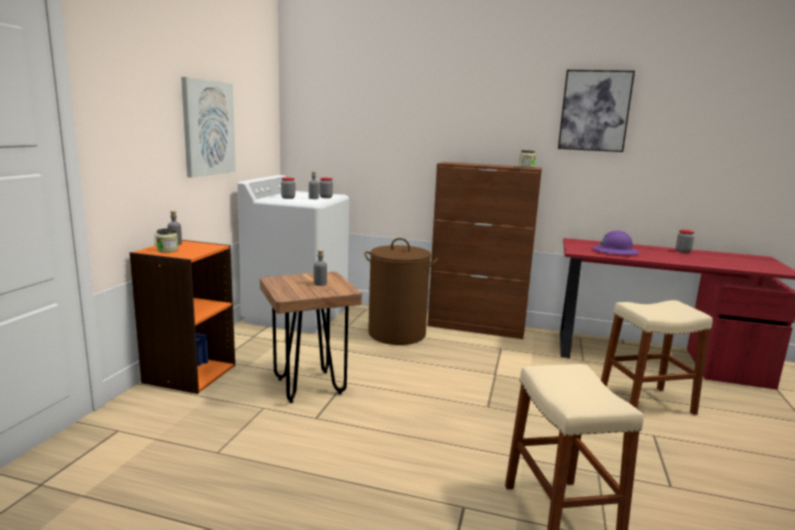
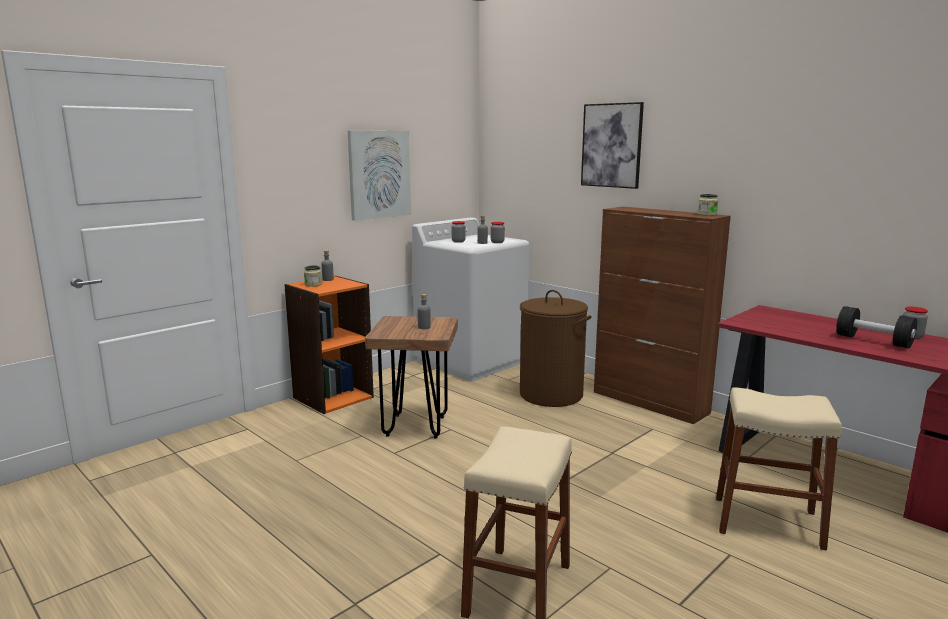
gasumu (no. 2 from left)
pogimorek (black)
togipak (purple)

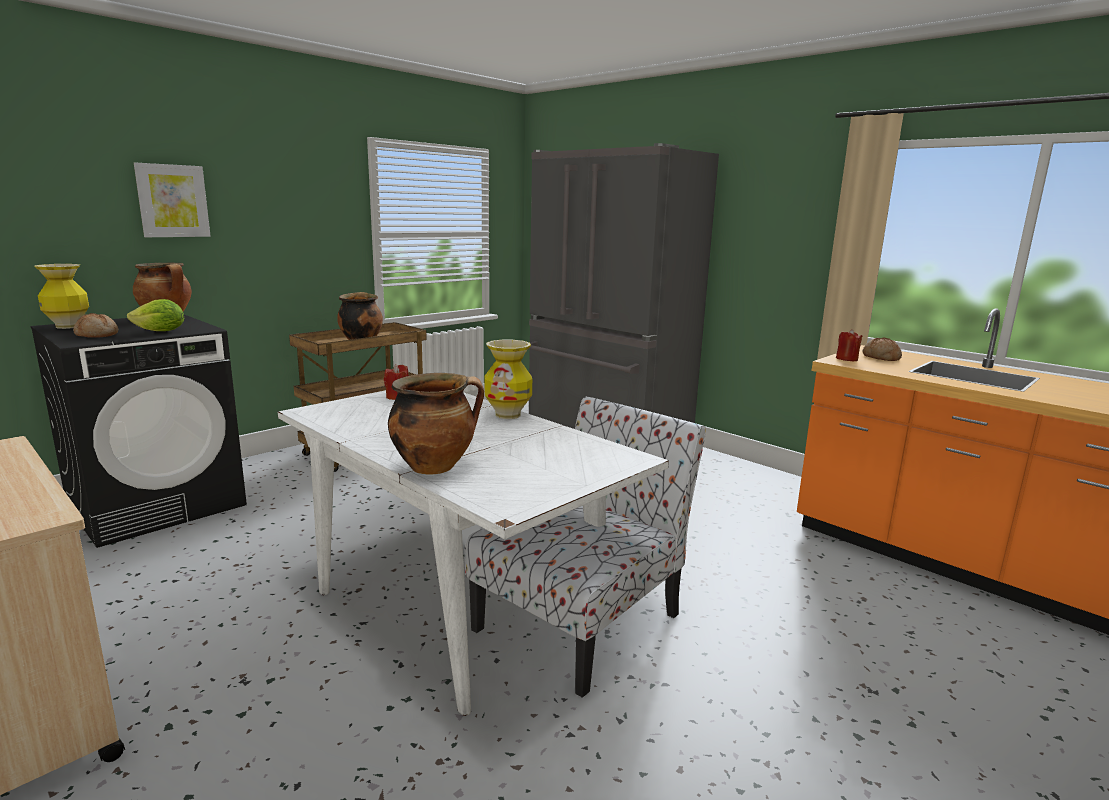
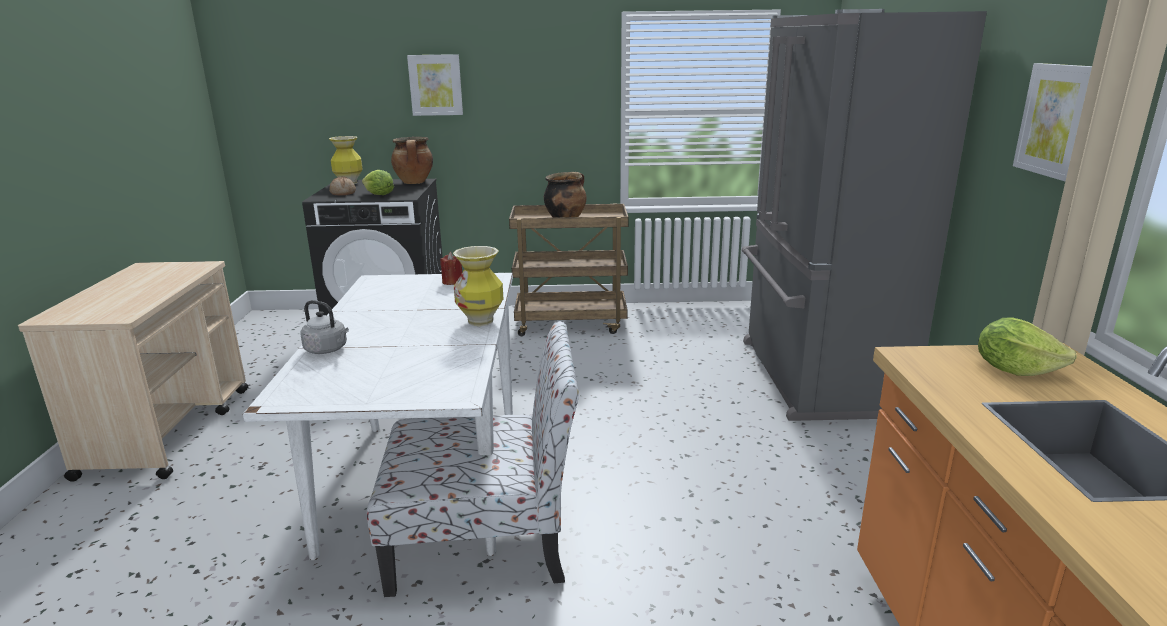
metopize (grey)
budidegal (no. 2 from left)
gasumu (no. 2 from left)
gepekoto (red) (no. 2 from left in the first image)

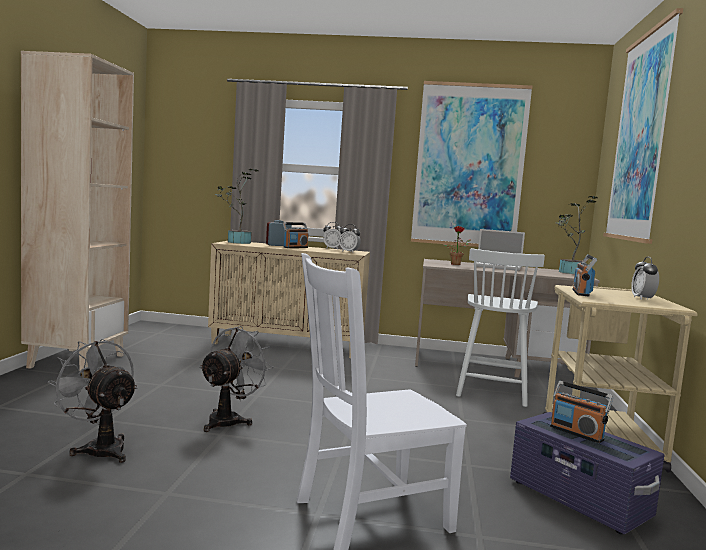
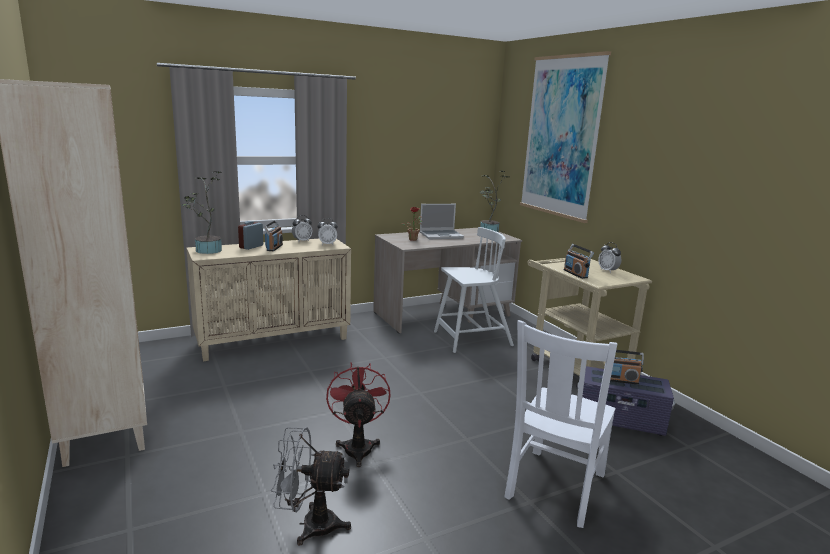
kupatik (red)
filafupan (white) (no. 1 from left)
gasumu (no. 1 from left in the first image)

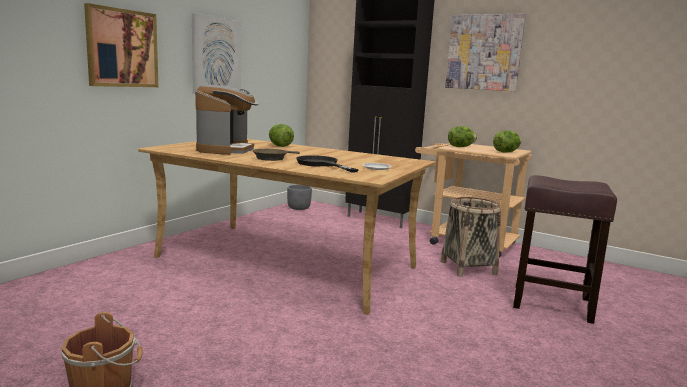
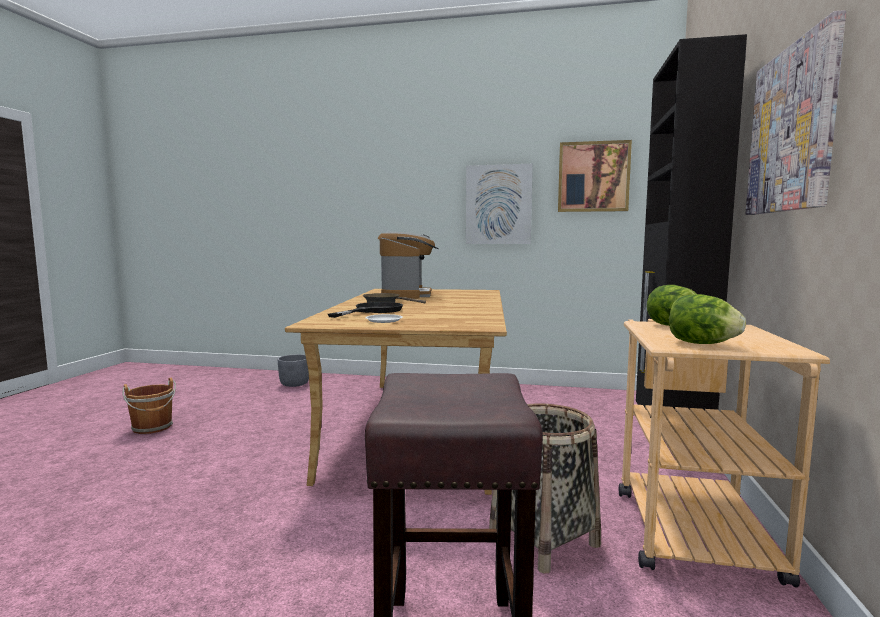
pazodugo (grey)
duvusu
gasumu (no. 2 from left)
budidegal (no. 1 from left in the first image)

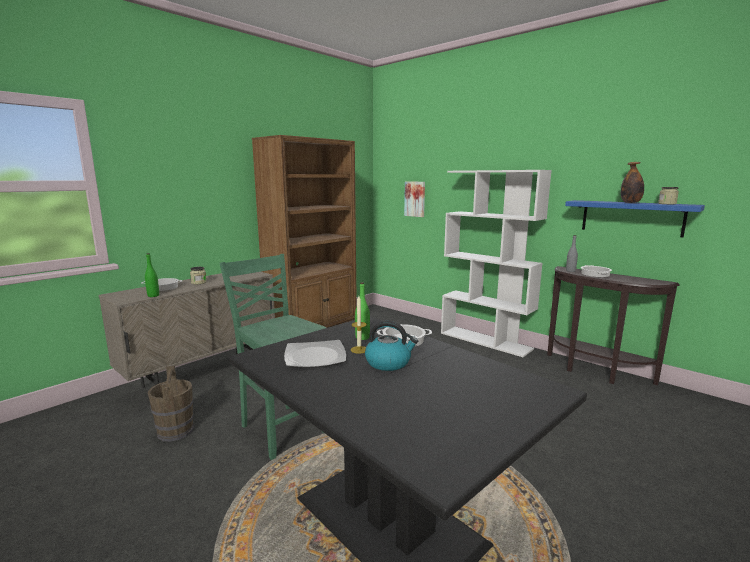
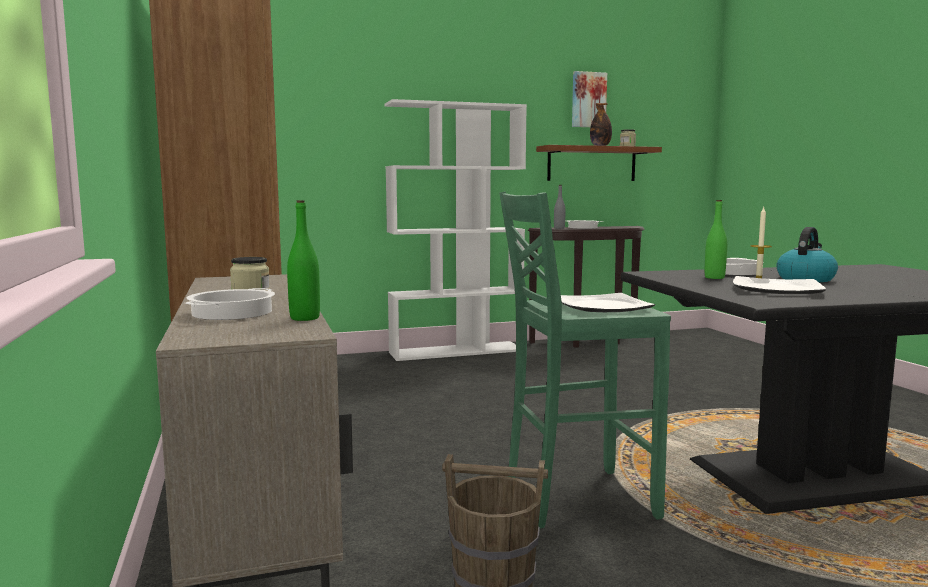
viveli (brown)
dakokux (no. 1 from left)
gasumu

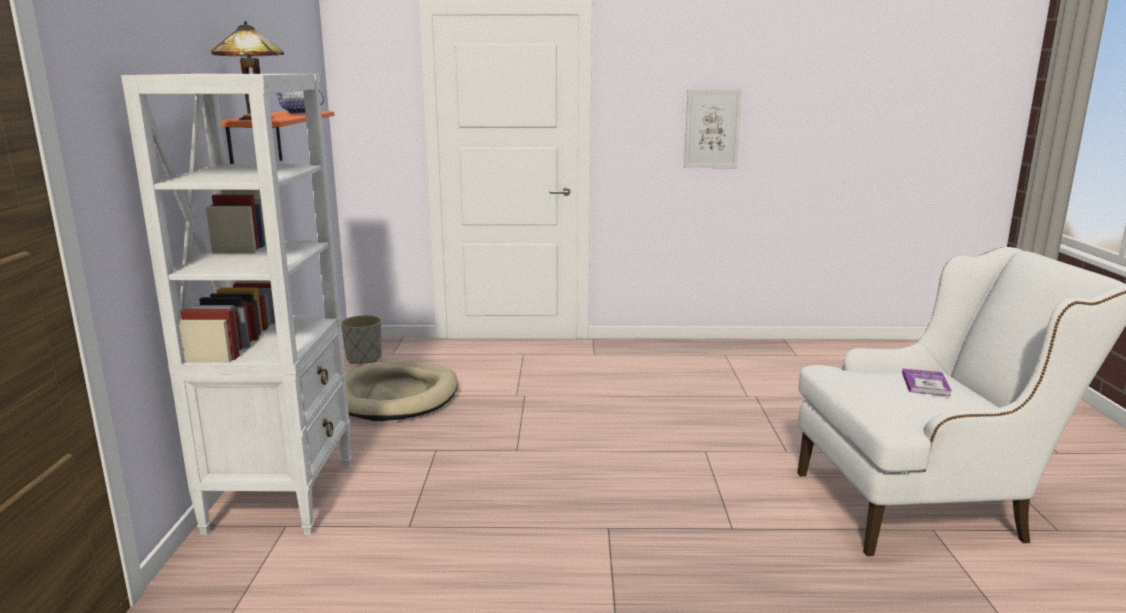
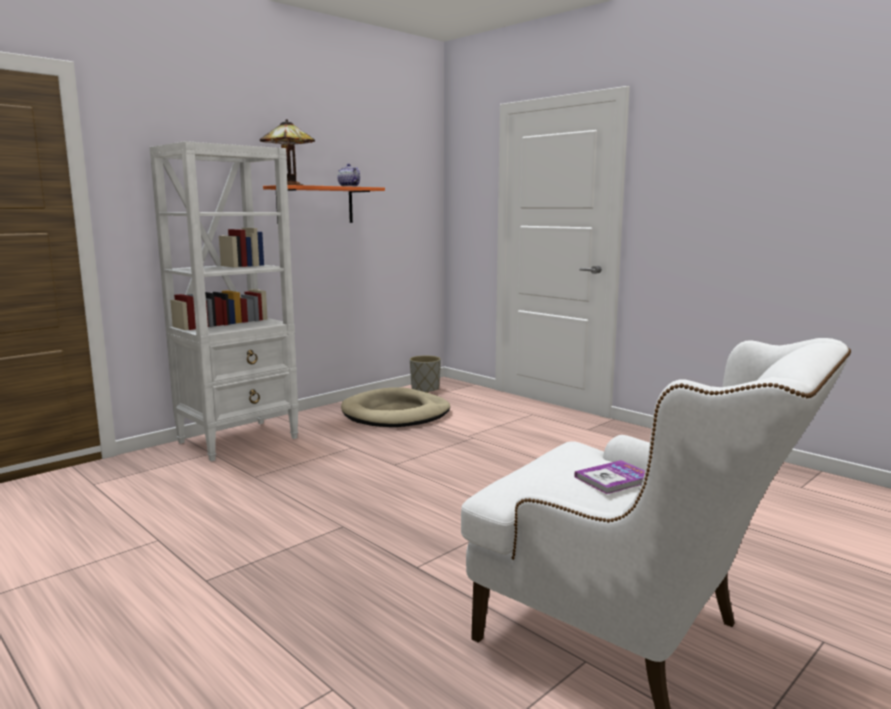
gasumu

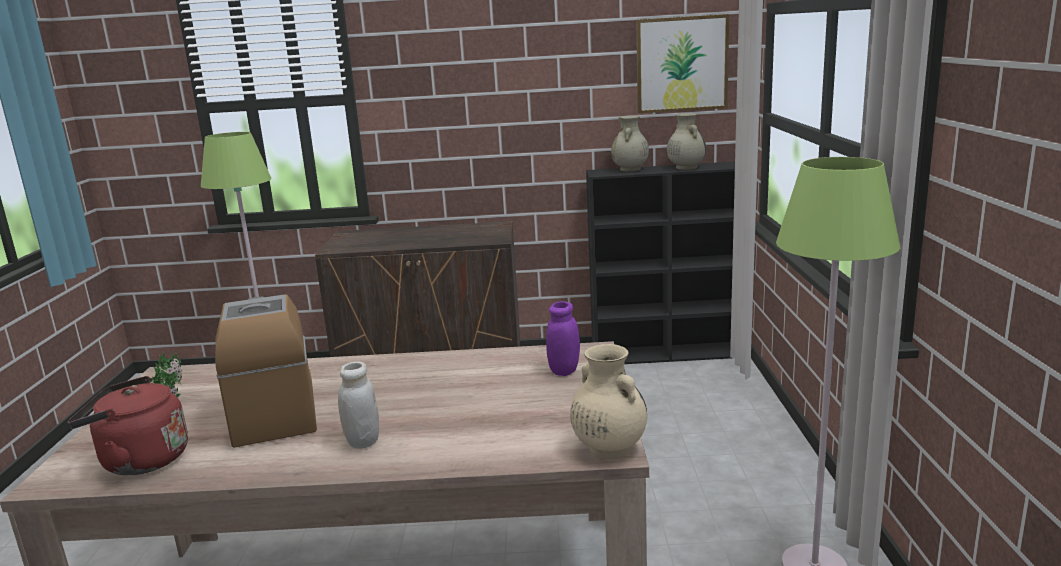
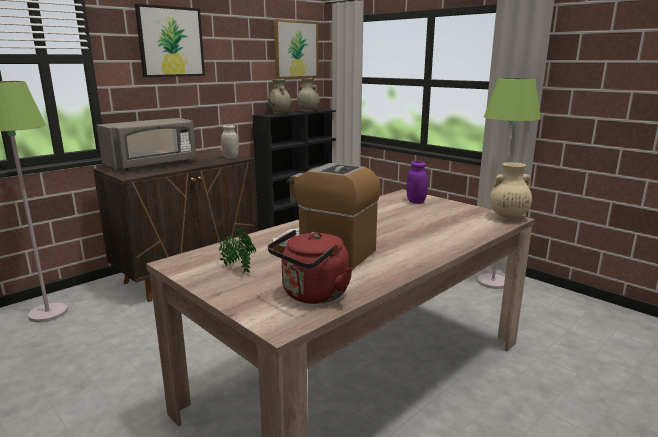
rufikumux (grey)
gasumu (no. 1 from left)
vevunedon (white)

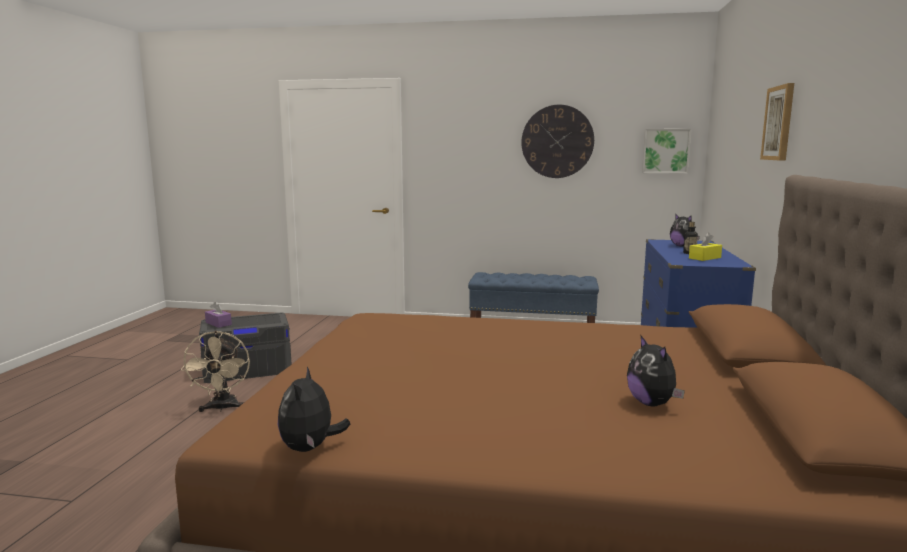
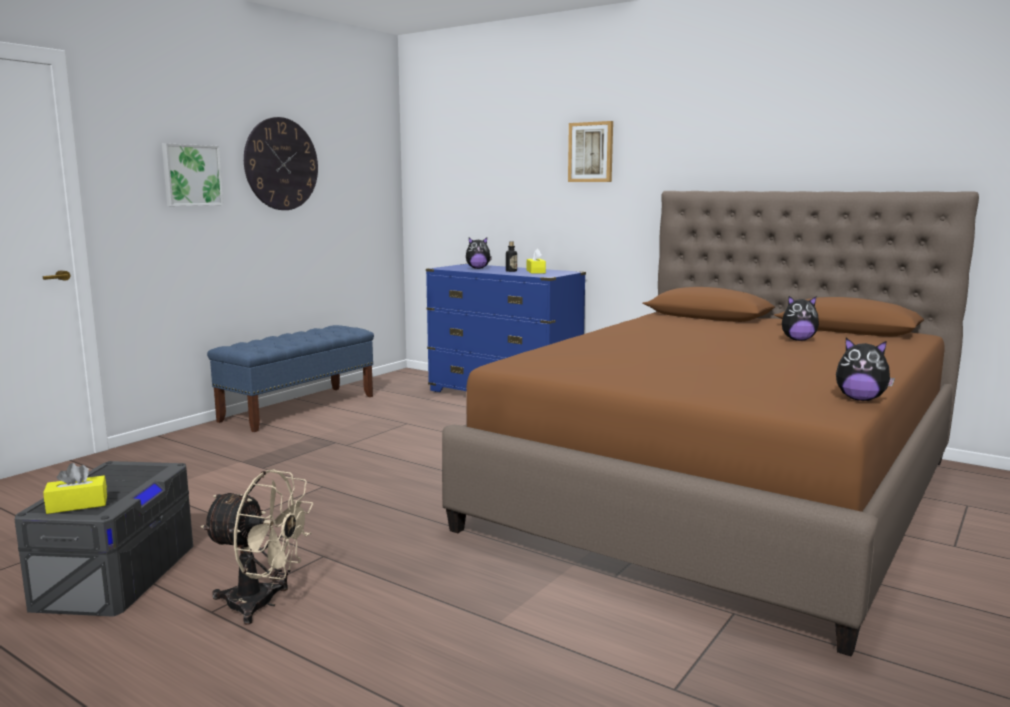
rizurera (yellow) (no. 1 from left)
gasumu (no. 1 from left)

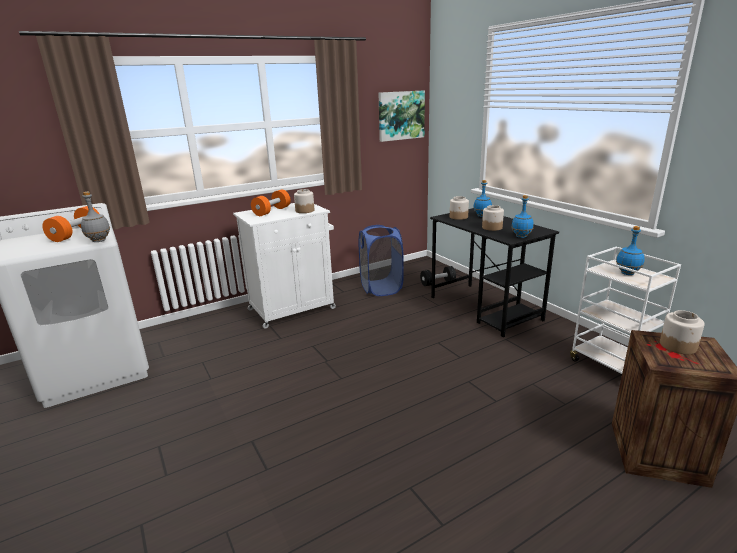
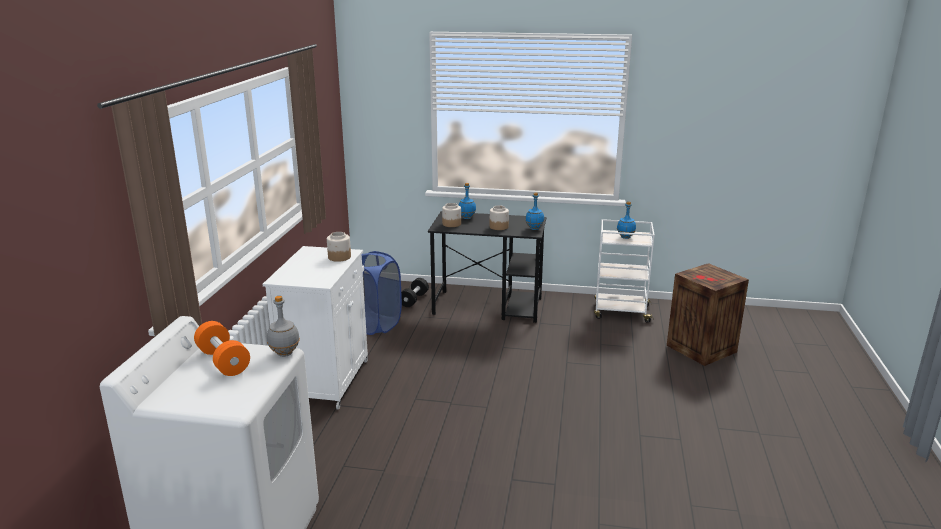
pogimorek (orange) (no. 2 from left in the first image)
gasumu
vevunedon (no. 4 from left in the first image)

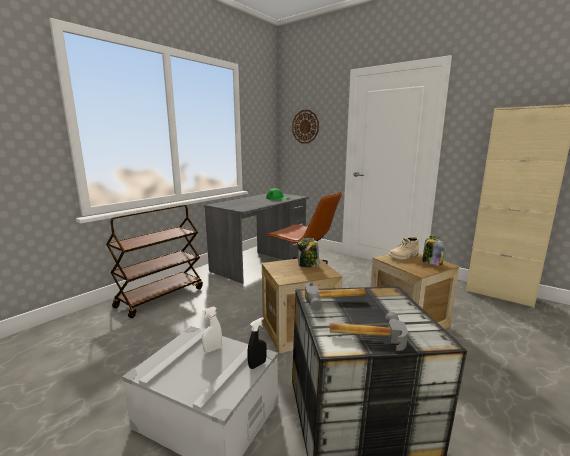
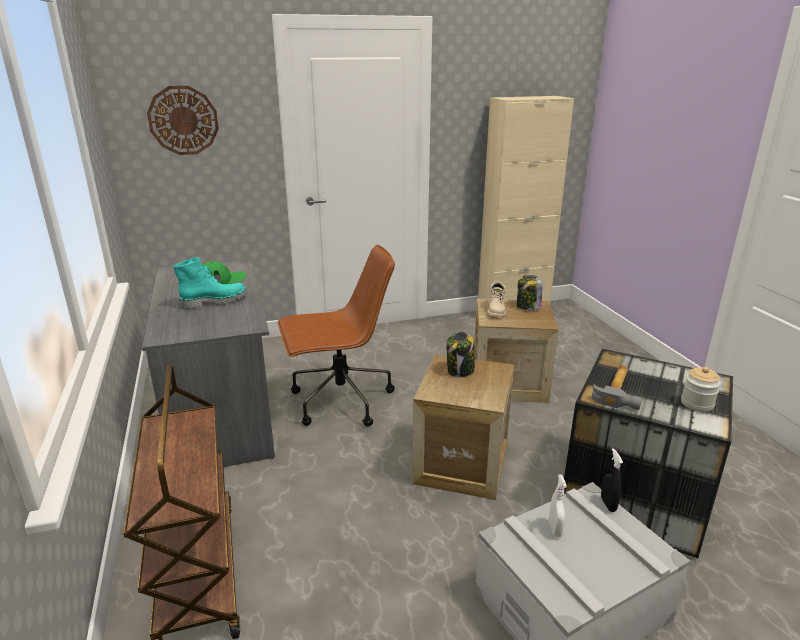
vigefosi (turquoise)
vevunedon (no. 3 from left)

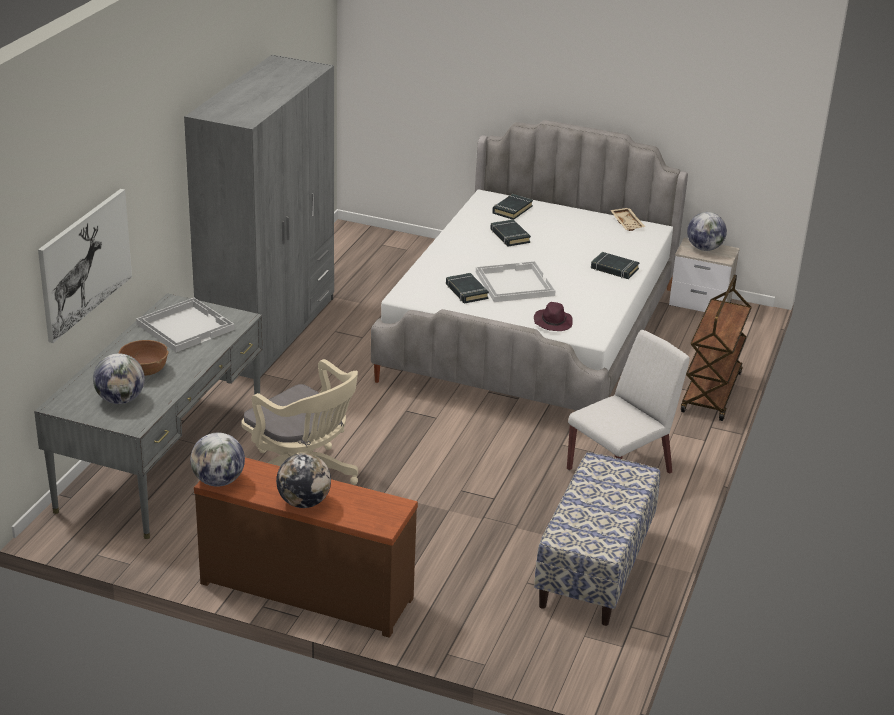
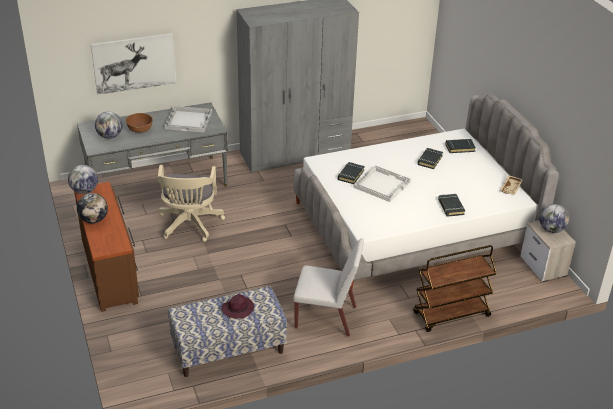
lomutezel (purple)

